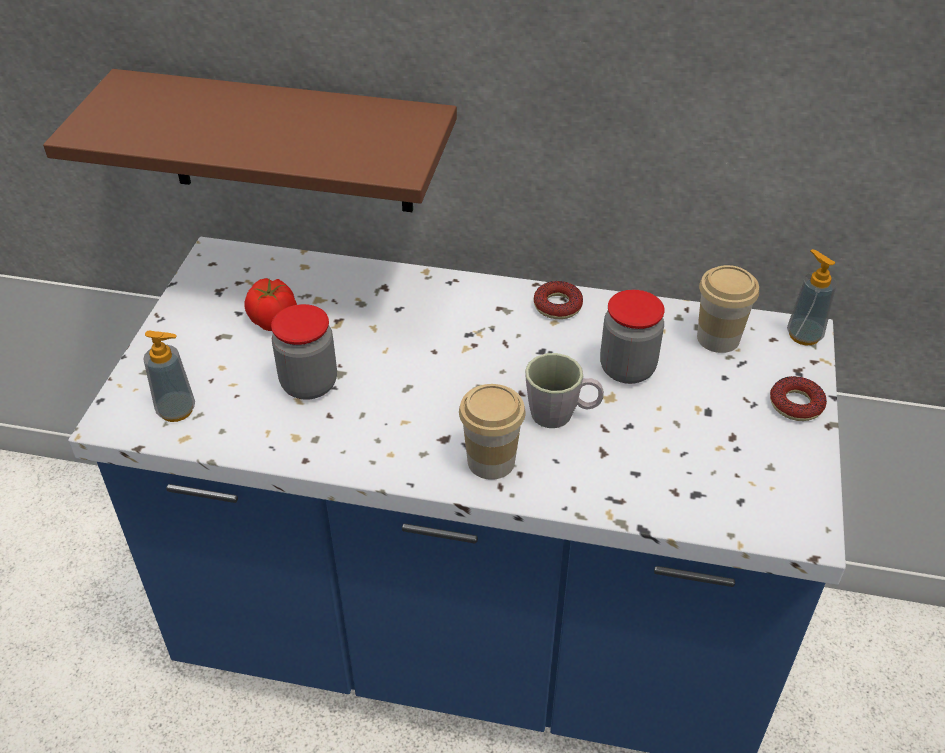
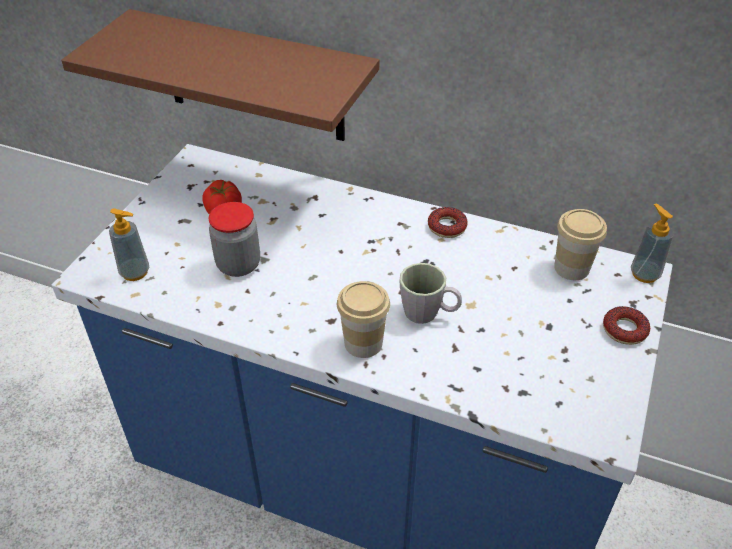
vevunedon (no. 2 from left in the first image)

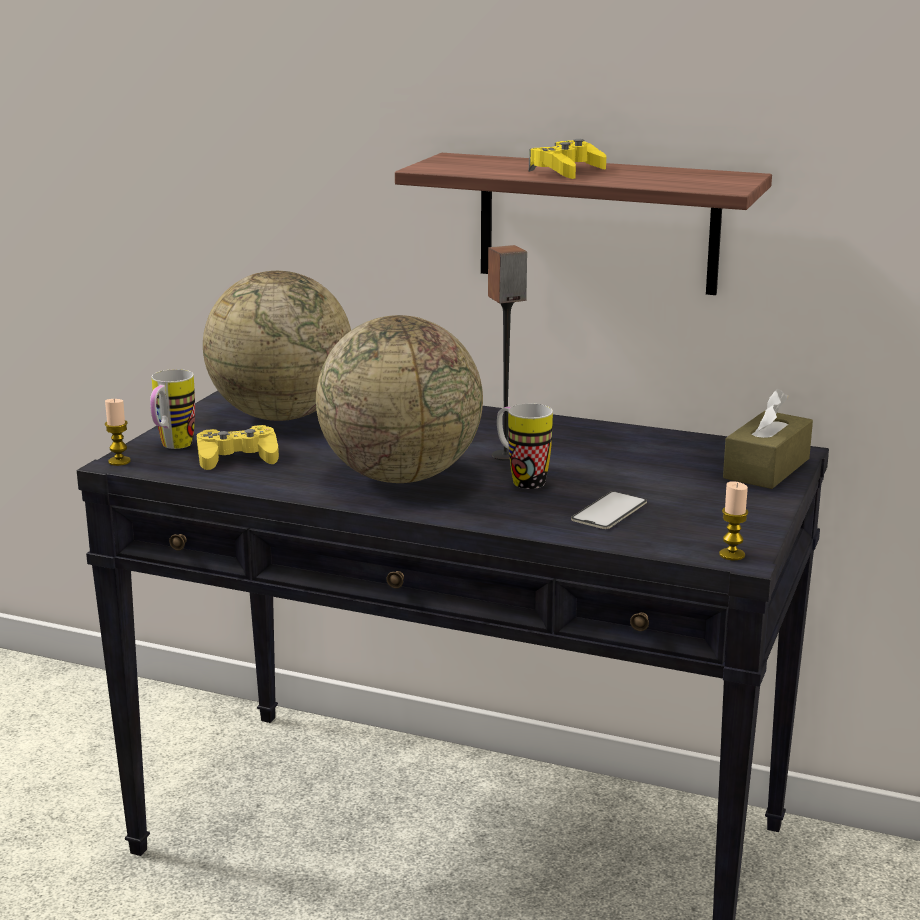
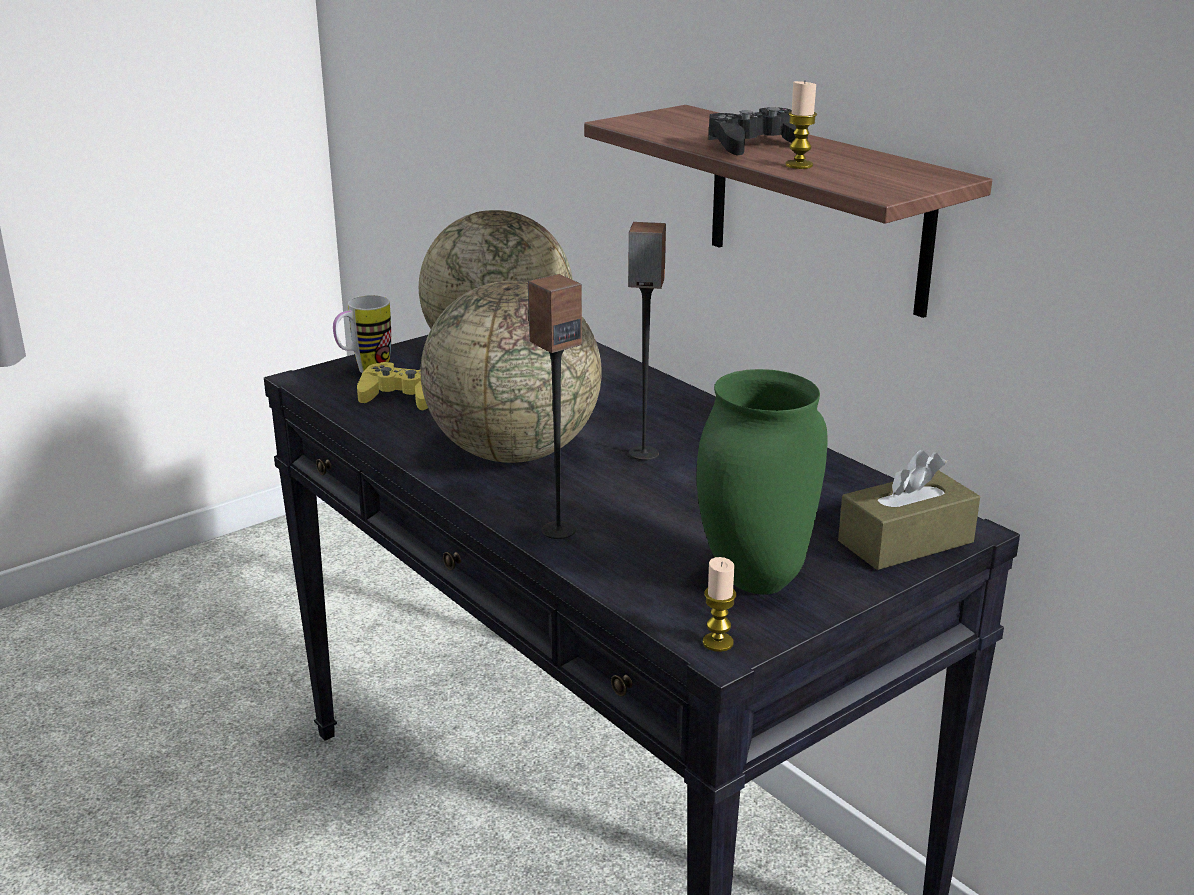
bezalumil (no. 1 from left)
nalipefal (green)
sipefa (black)
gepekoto (no. 2 from left)
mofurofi (no. 2 from left in the first image)
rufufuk

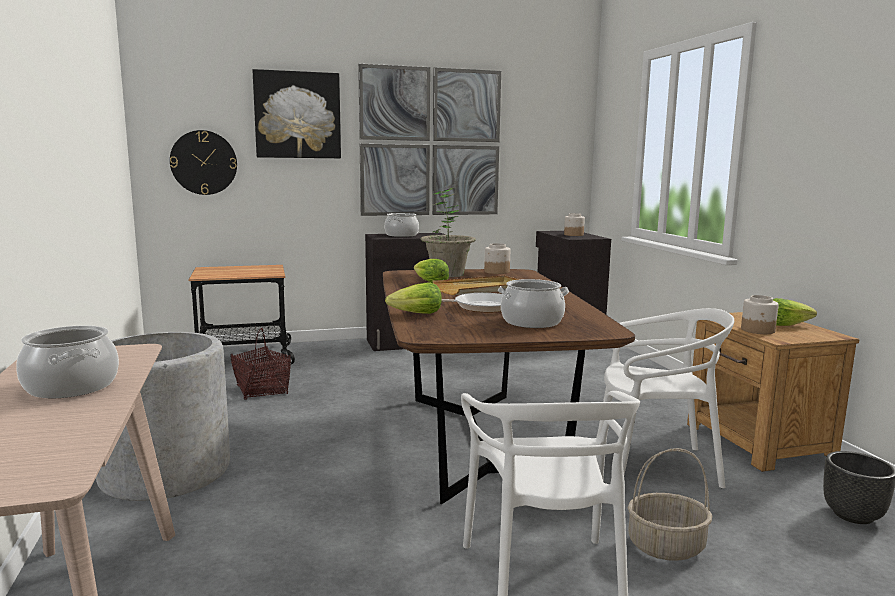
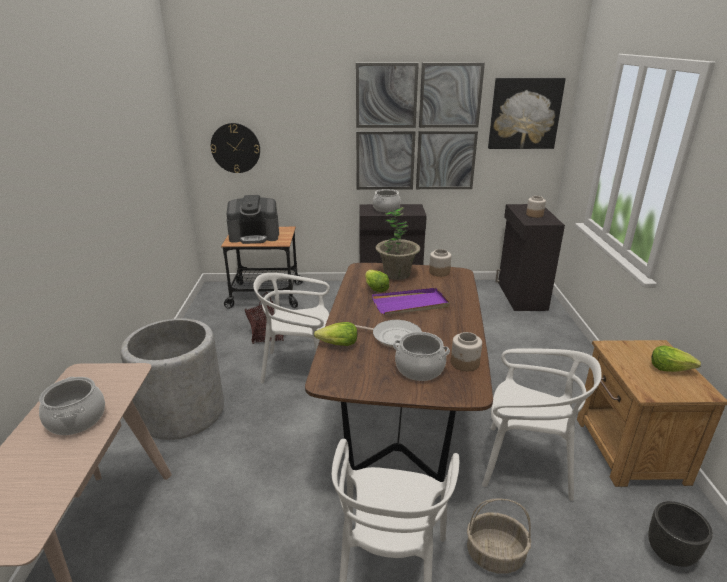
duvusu
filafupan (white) (no. 1 from left)
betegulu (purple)
vevunedon (no. 2 from left)
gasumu (no. 2 from left)

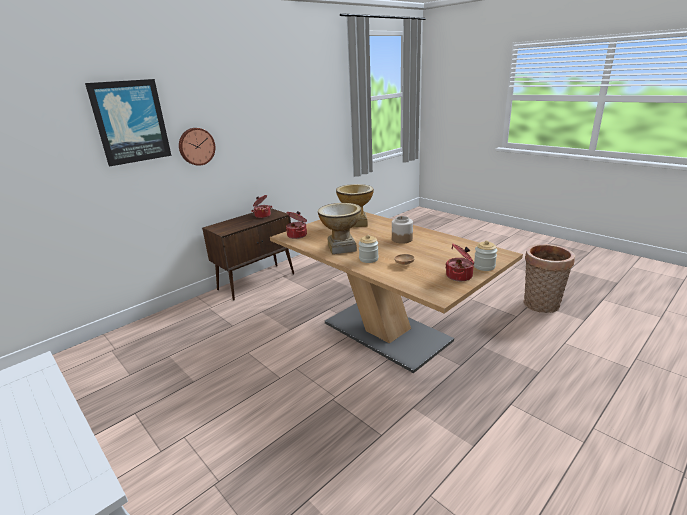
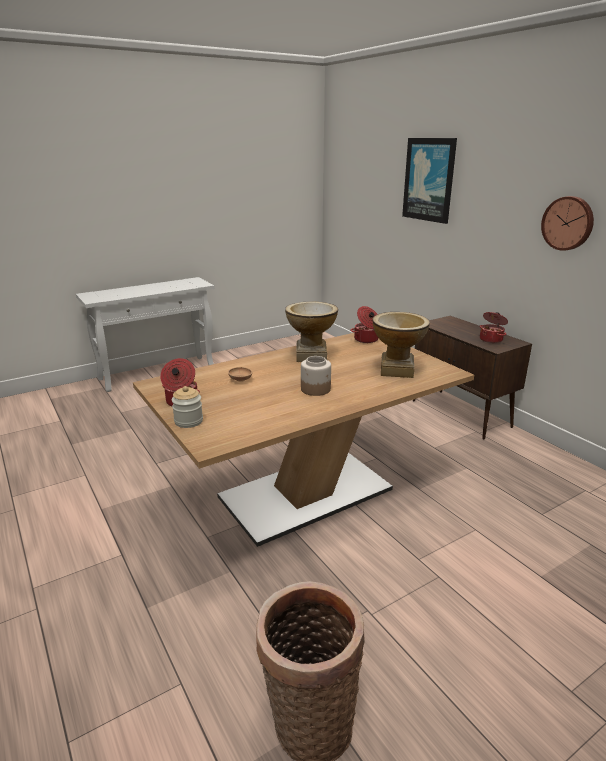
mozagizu
vevunedon (no. 1 from left in the first image)

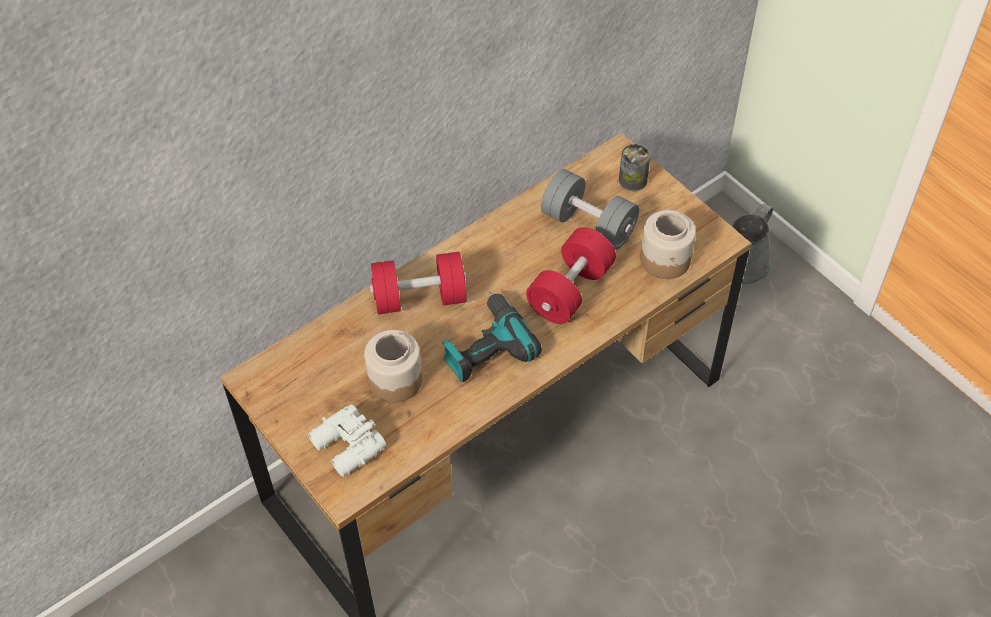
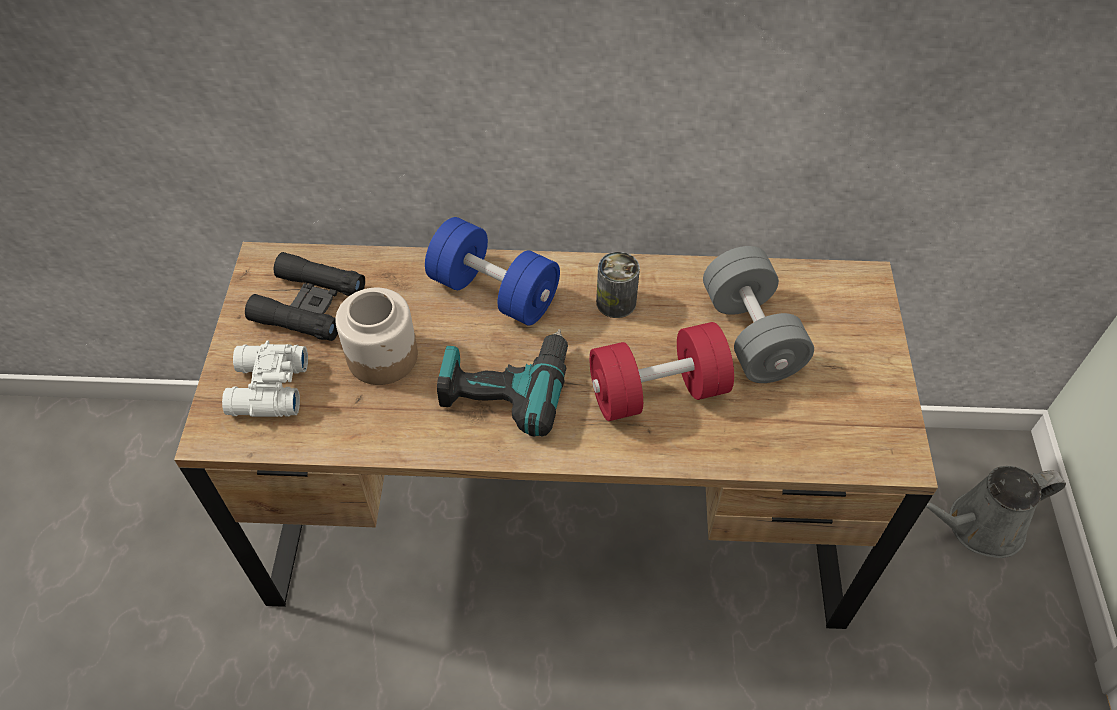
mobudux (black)
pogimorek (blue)
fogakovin
vevunedon (no. 2 from left in the first image)

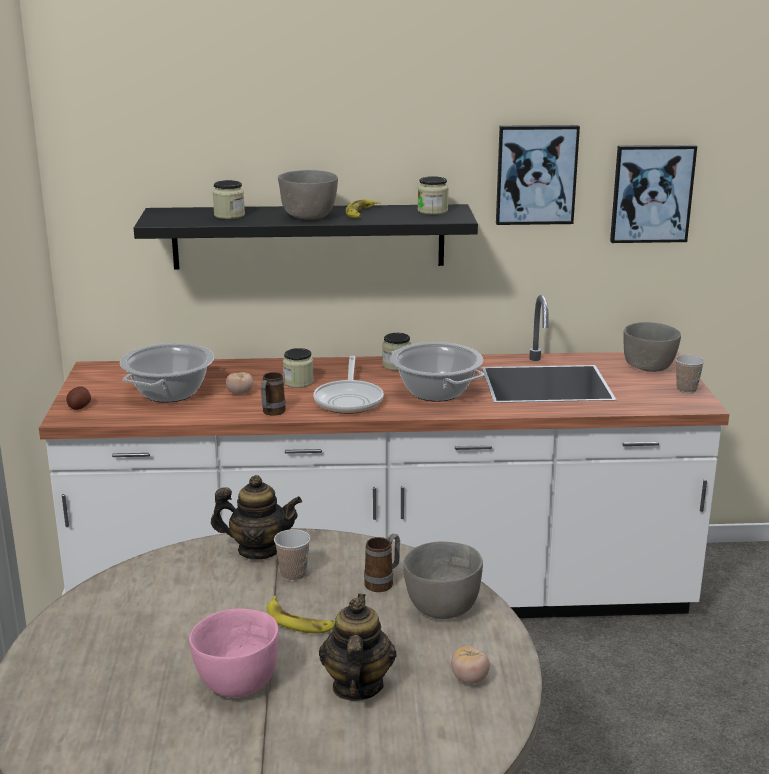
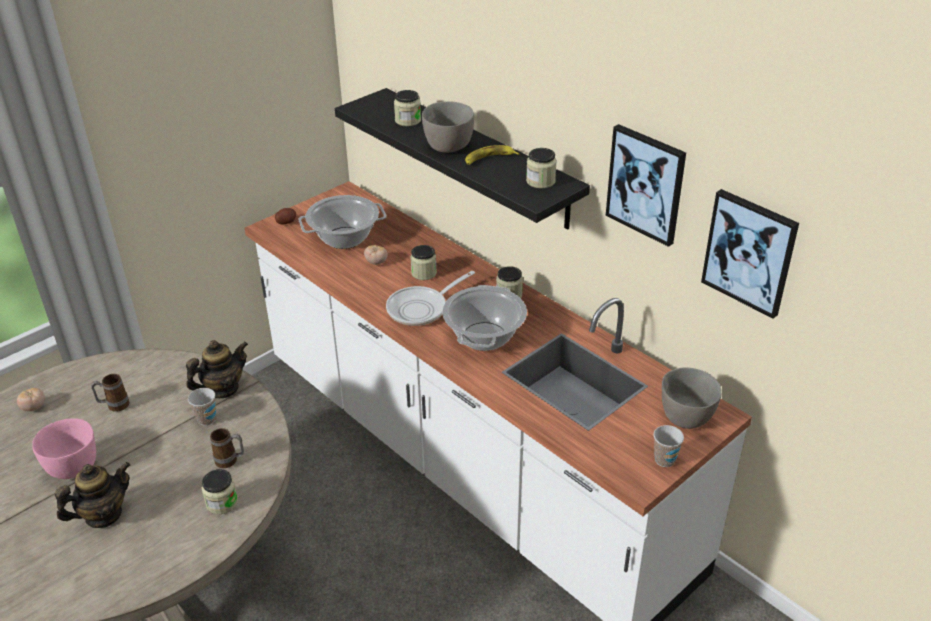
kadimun (no. 1 from left)
mofurofi (no. 1 from left)
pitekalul (no. 2 from left)
vevunedon (no. 1 from left)
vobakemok (no. 1 from left in the first image)

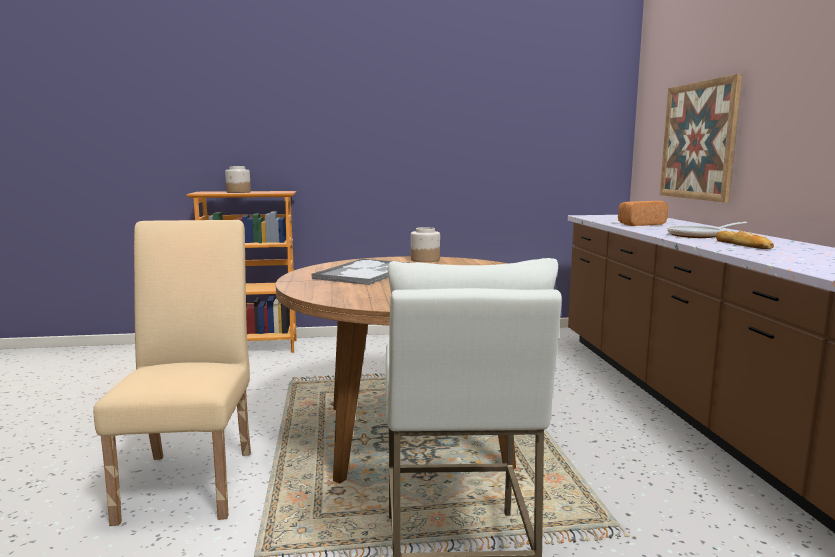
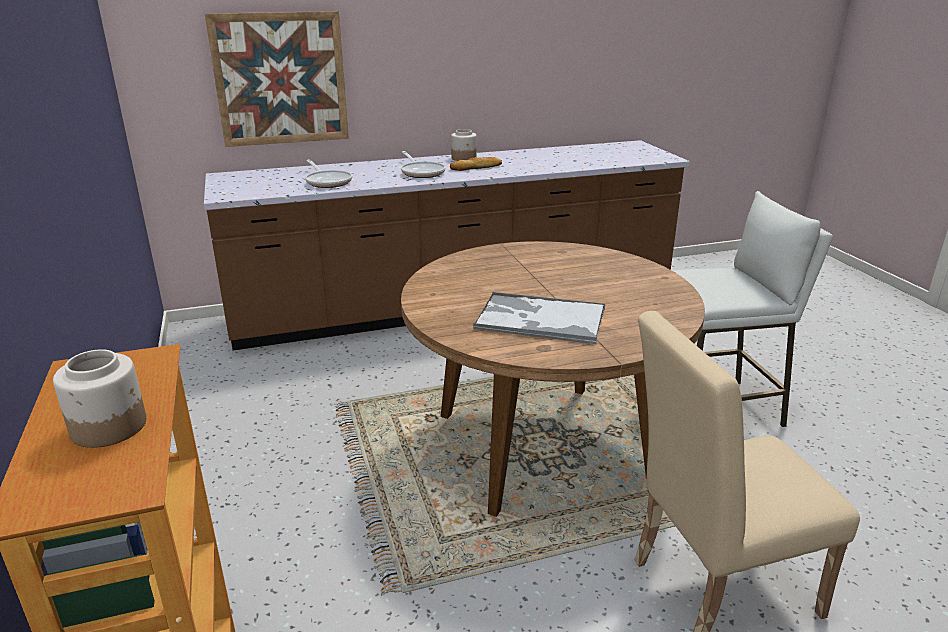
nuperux (no. 1 from left)
vevunedon (no. 2 from left)

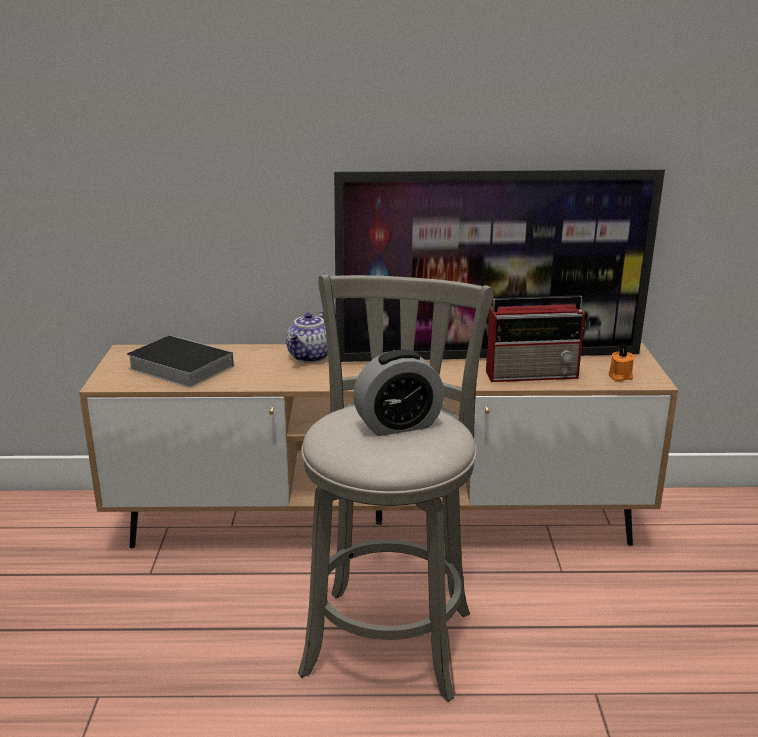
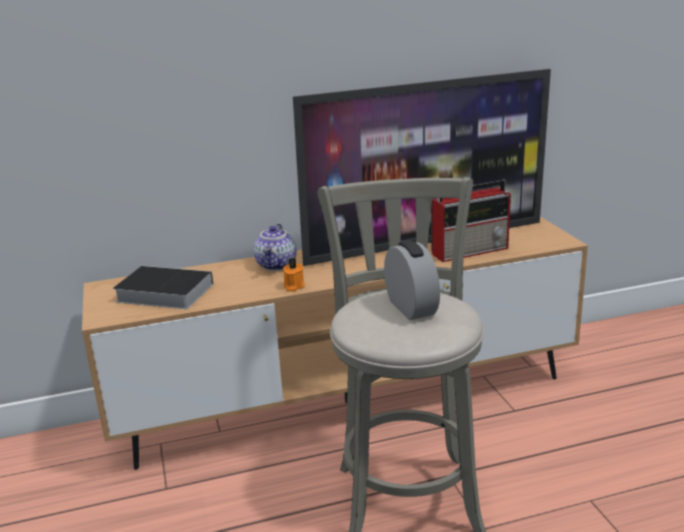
gepekoto (orange)
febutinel

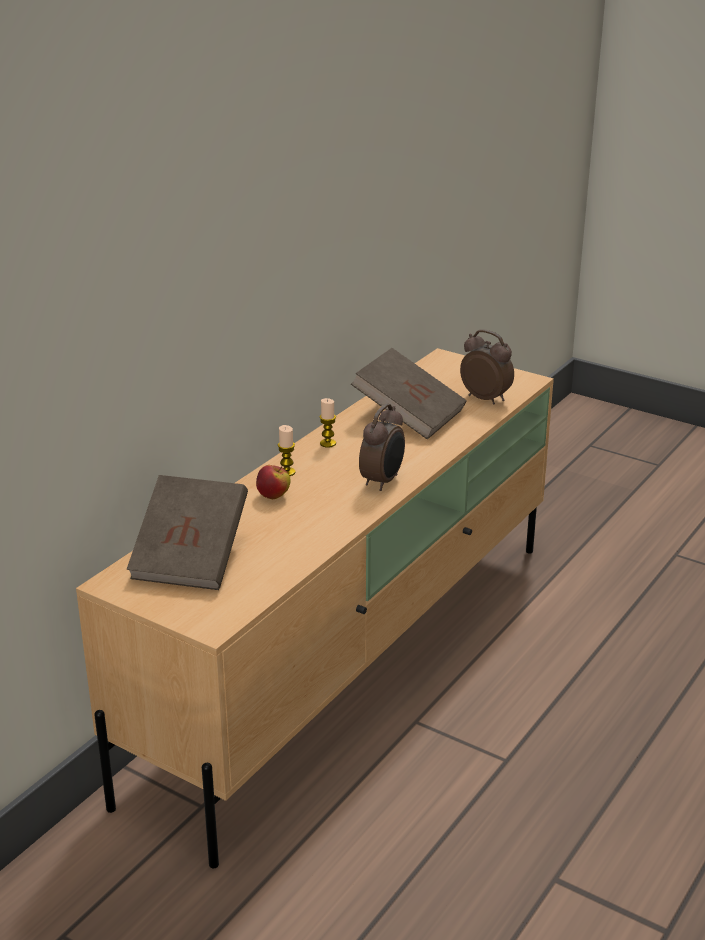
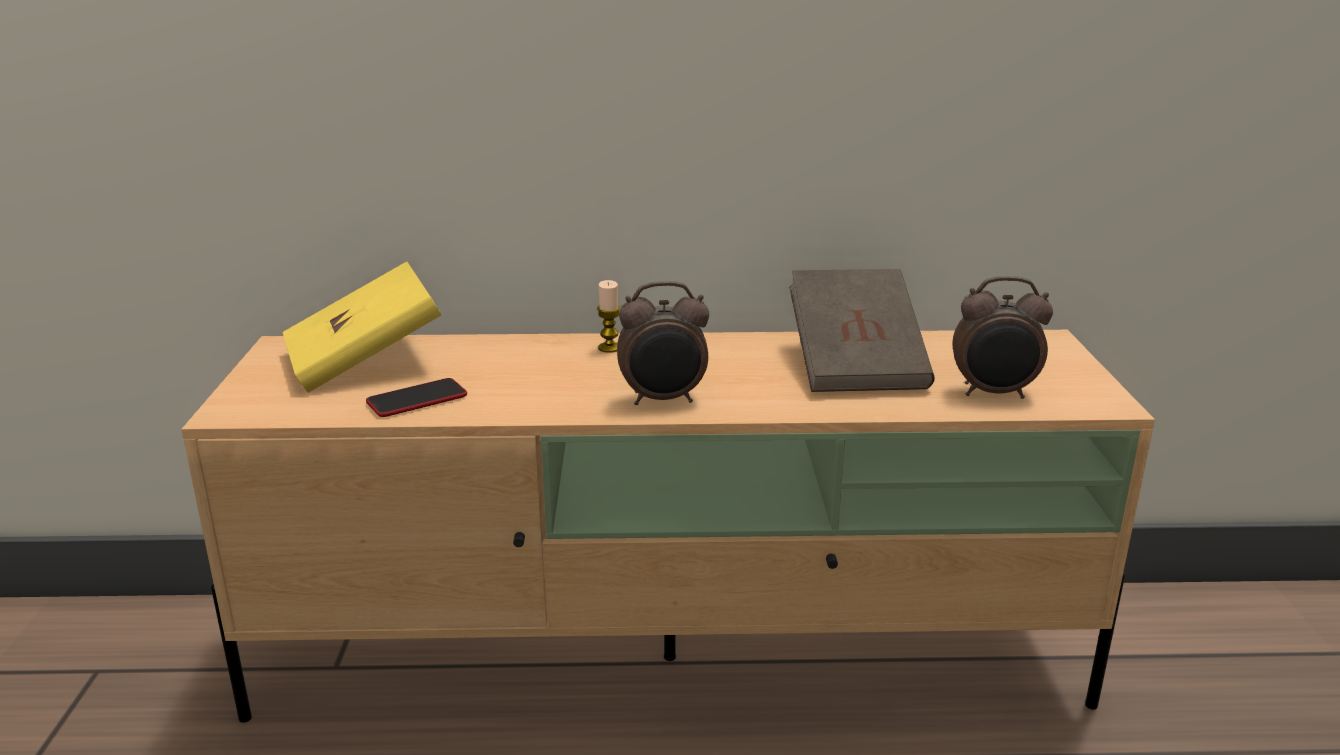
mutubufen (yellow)
rufufuk
febutinel (no. 2 from left)
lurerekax
gepekoto (no. 2 from left in the first image)

